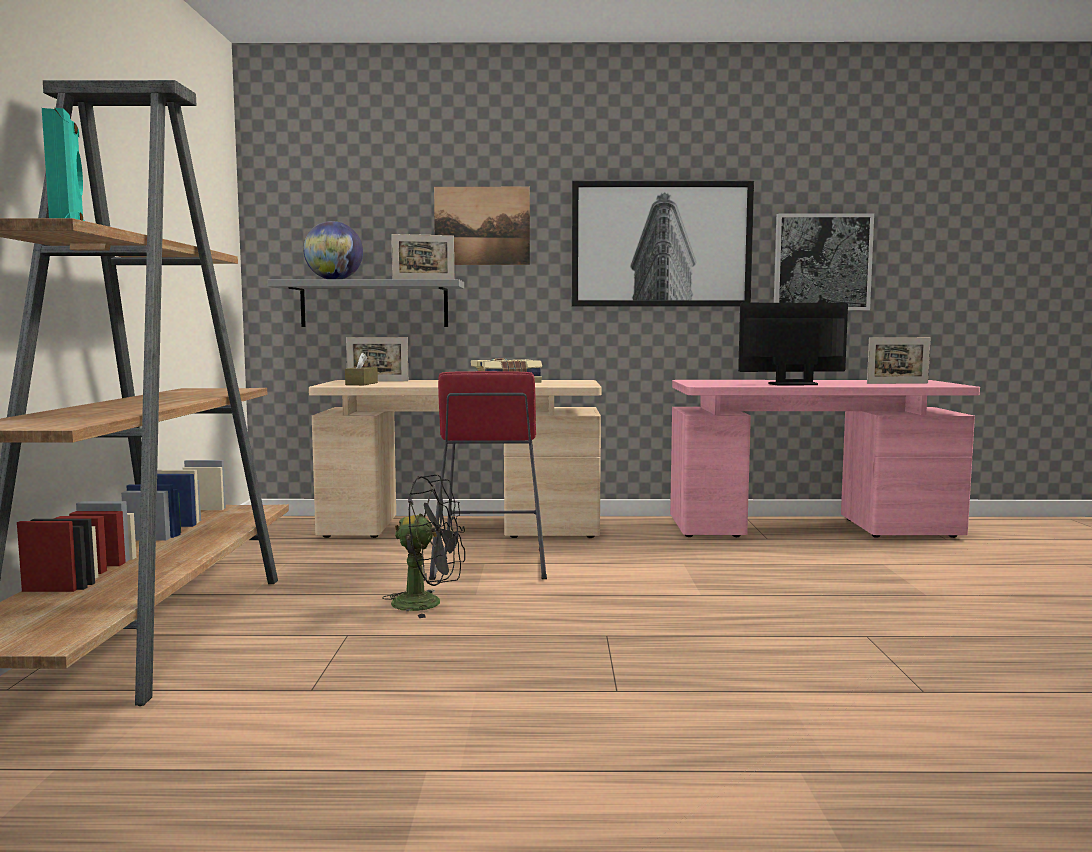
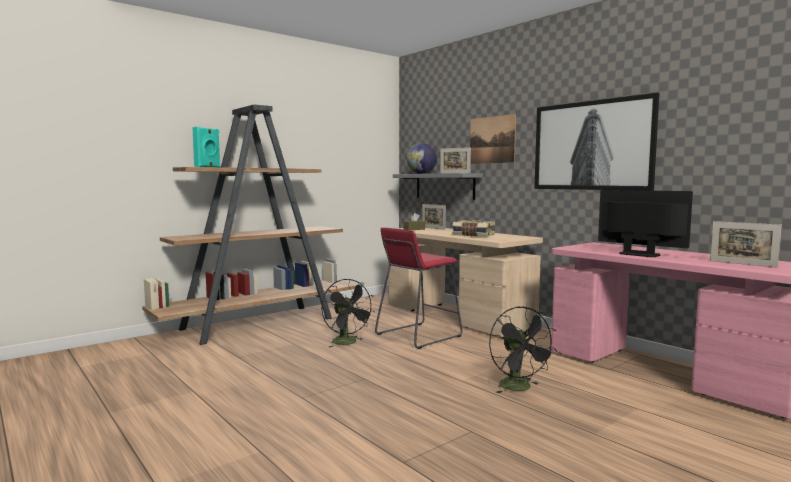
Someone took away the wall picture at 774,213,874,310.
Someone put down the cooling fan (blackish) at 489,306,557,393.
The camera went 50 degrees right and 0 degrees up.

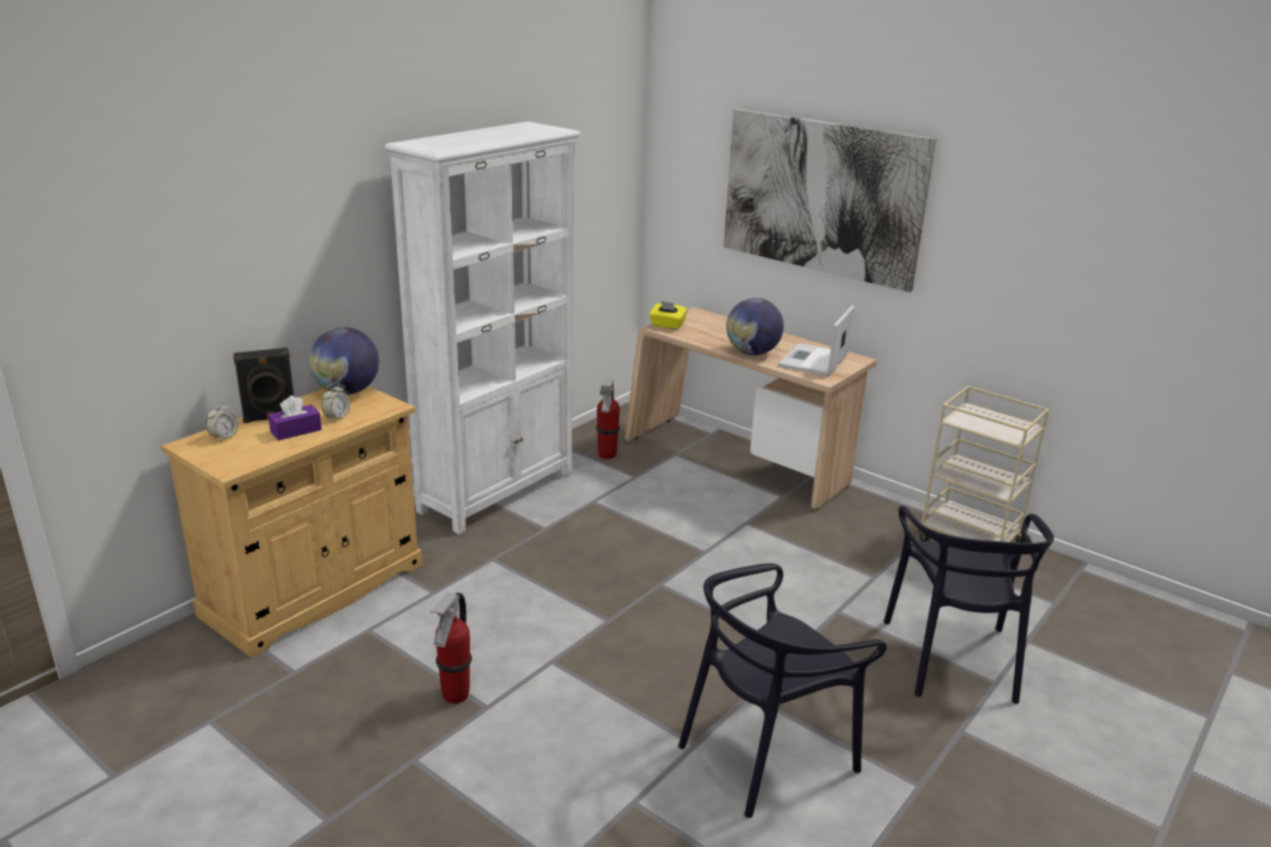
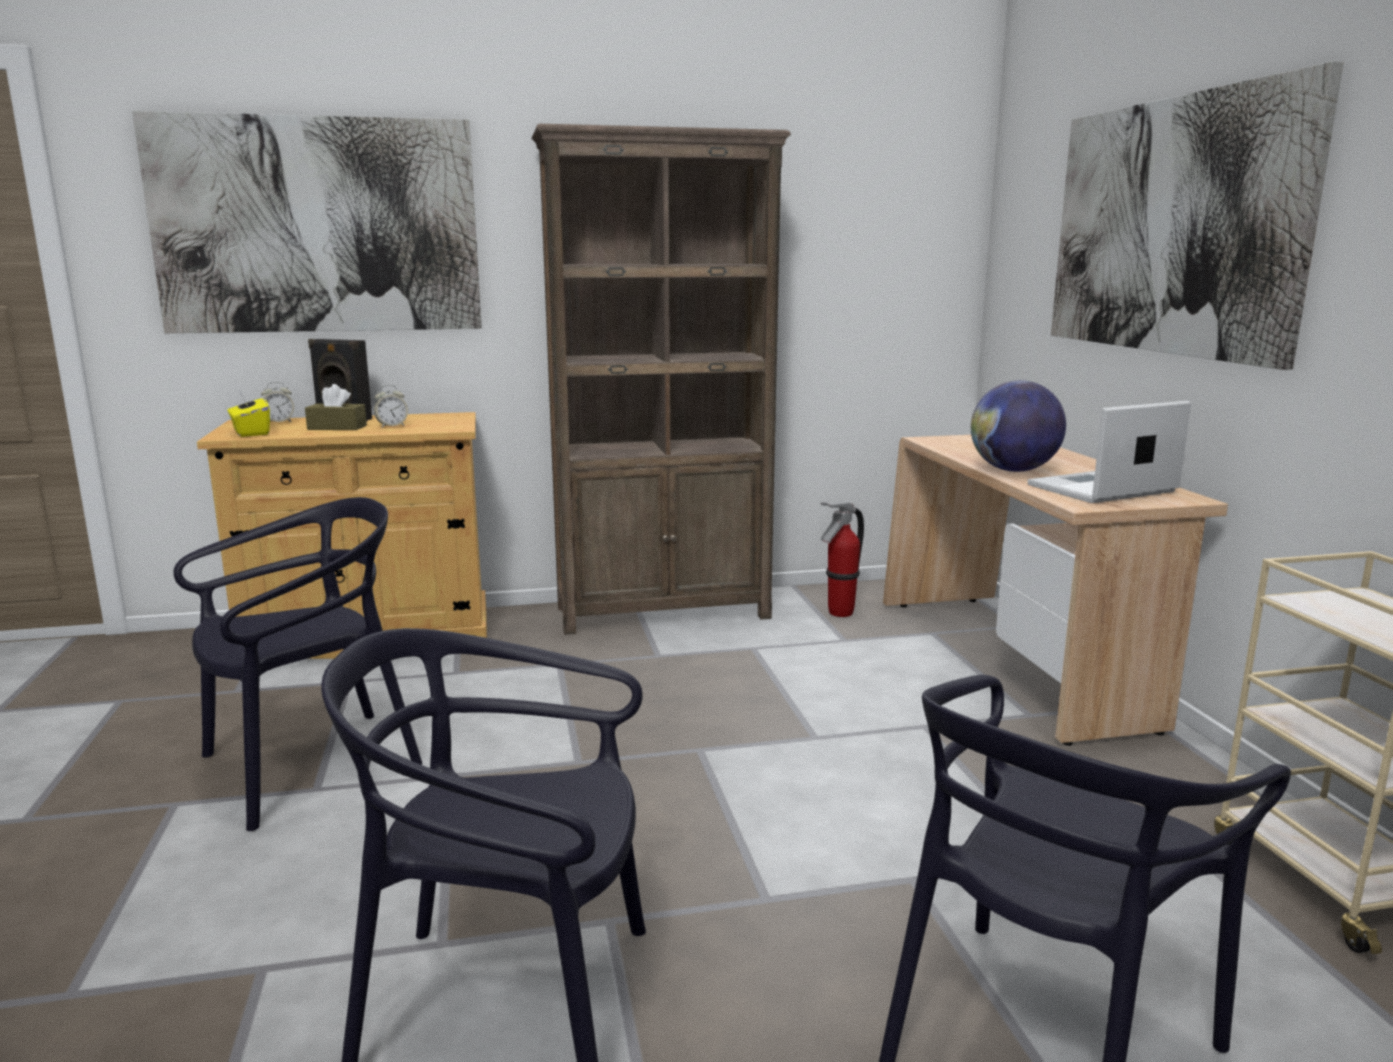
Someone repainted the shelving unit (whitish) at 384,121,581,534, which became the shelving unit (brownish) at 531,124,791,635.
Someone carried the box of tissues (yellowish) from 649,301,688,330 to 228,390,270,437.
Someone took away the world globe at 309,327,379,395.
Someone repainted the box of tissues (purple) at 268,395,322,441, which became the box of tissues (brownish) at 305,384,367,430.
Someone swapped the fire extinguisher at 430,593,472,704 for the upright chair (blackish) at 174,497,422,831.
Someone put up the wall picture at 132,111,482,333.
The camera went 40 degrees right and 10 degrees down.

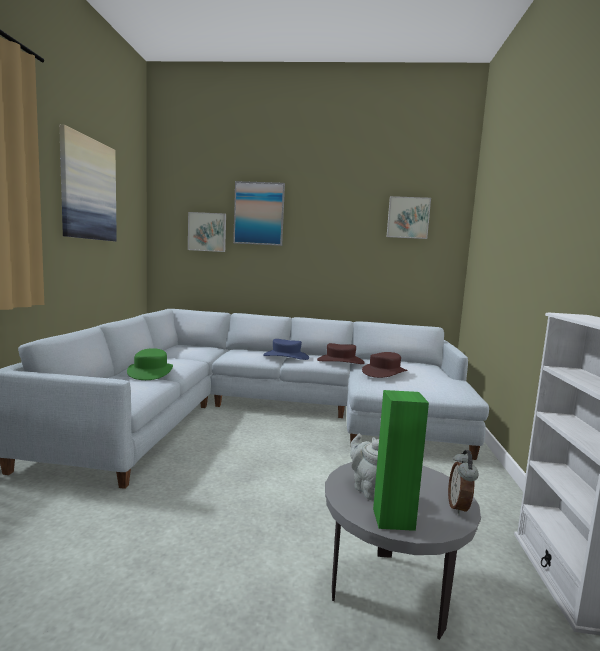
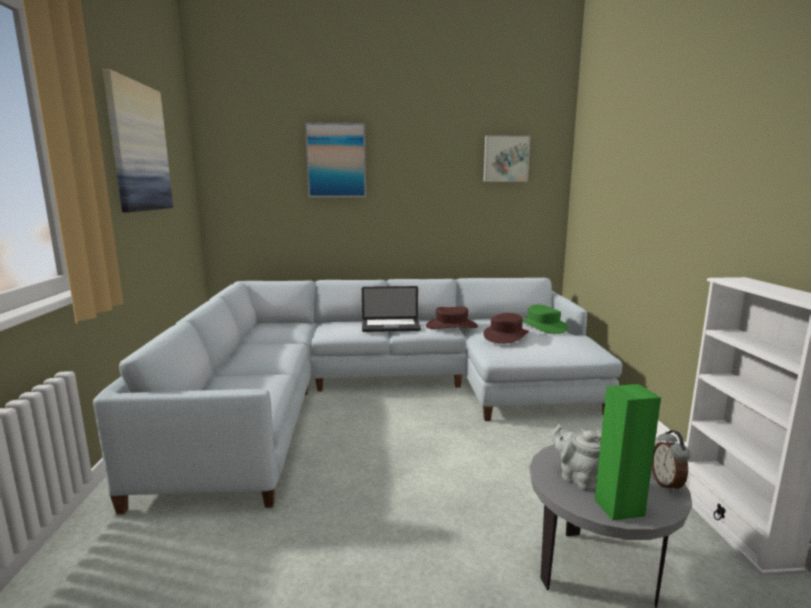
Someone took away the wall picture at 188,212,226,252.
Someone swapped the wearable hat (blue-coloured) at 263,339,309,360 for the portable computer at 362,286,421,332.
Someone carried the wearable hat (greenish) from 127,348,173,380 to 523,304,568,334.
The camera went 10 degrees left and 5 degrees up.

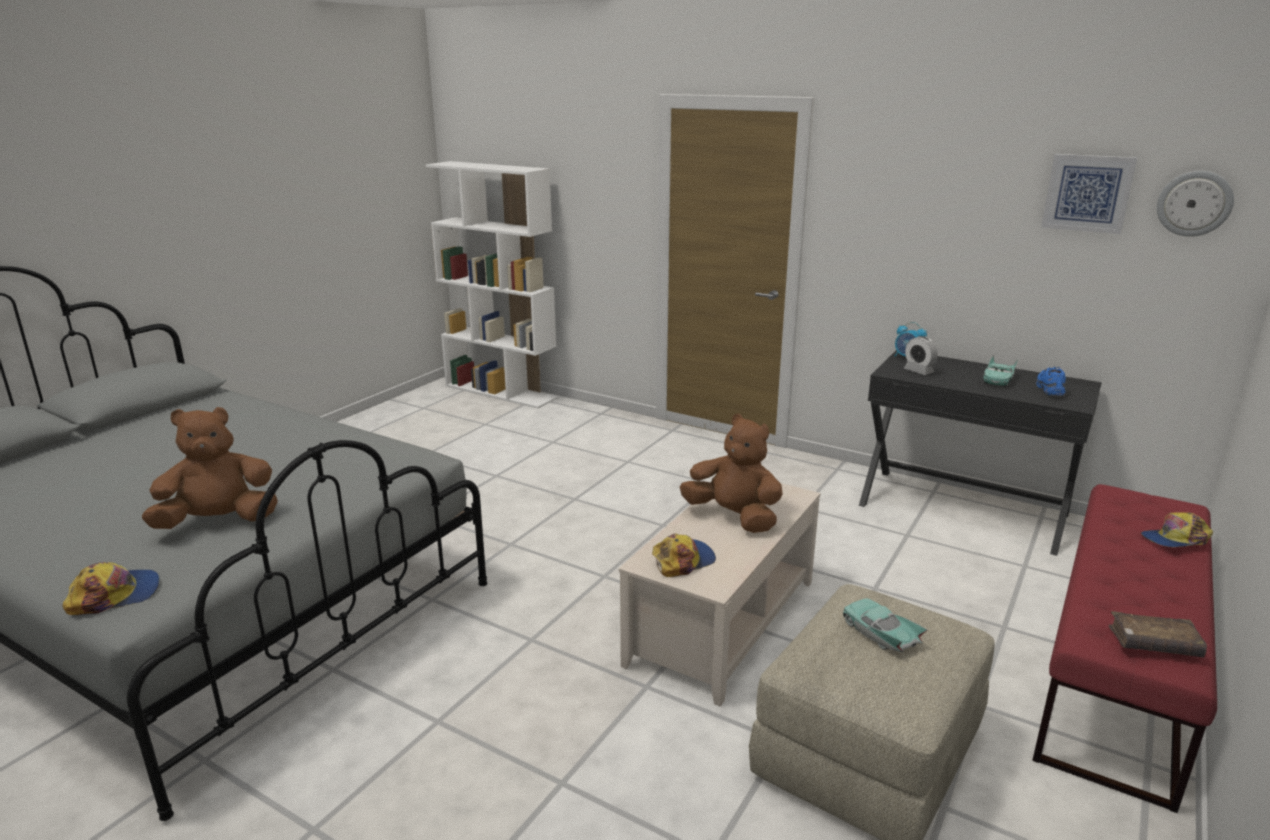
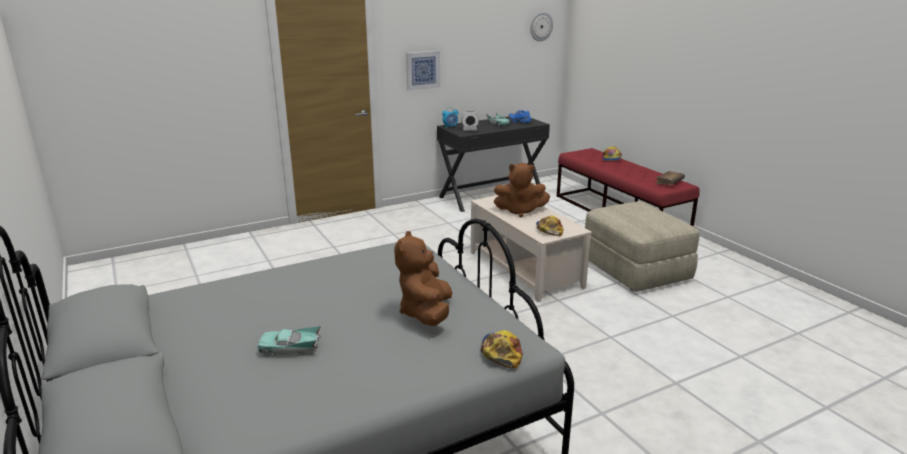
Someone carried the wall picture from 1041,154,1137,234 to 406,51,440,90.
Someone took away the shelving unit (whitish) at 426,161,558,409.
Someone rotated the cuddly toy (brownish) at 680,414,783,533 by 150 degrees counterclockwise.
Someone carried the miniature car (turquoise-coloured) from 843,598,928,652 to 257,326,321,356.
The camera went 60 degrees left and 0 degrees up.

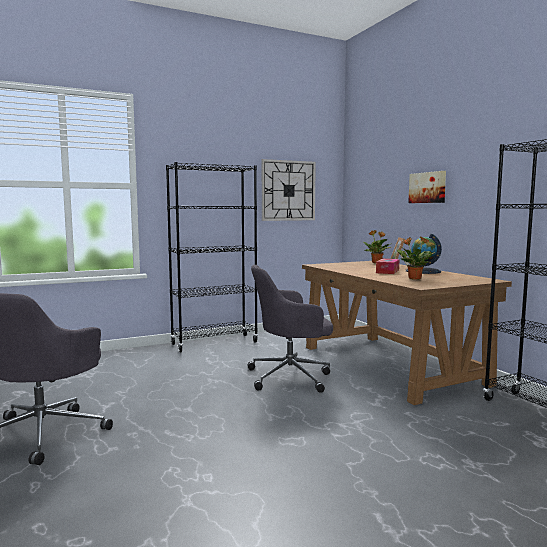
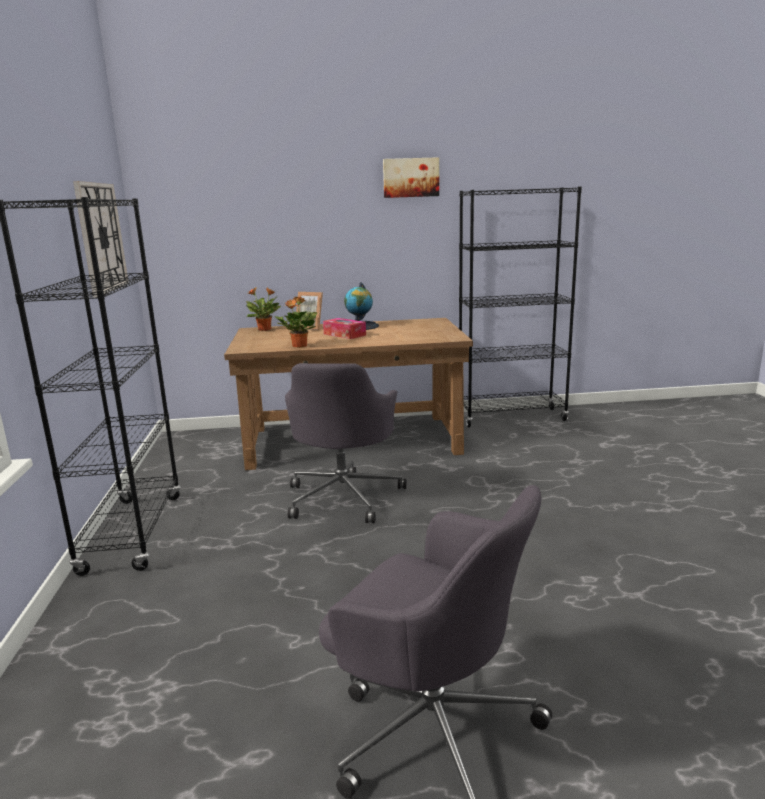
Someone carried the wall picture from 408,171,446,203 to 383,157,439,198.
Someone carried the plant in a pot from 397,236,436,280 to 274,297,317,348.
The camera went 70 degrees left and 10 degrees up.

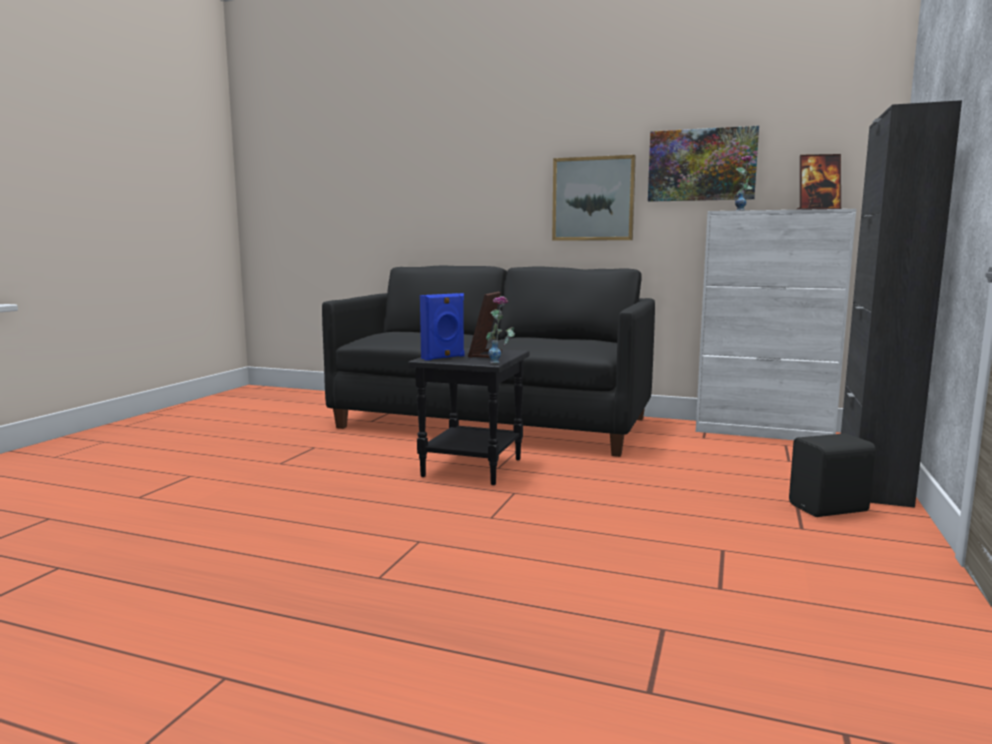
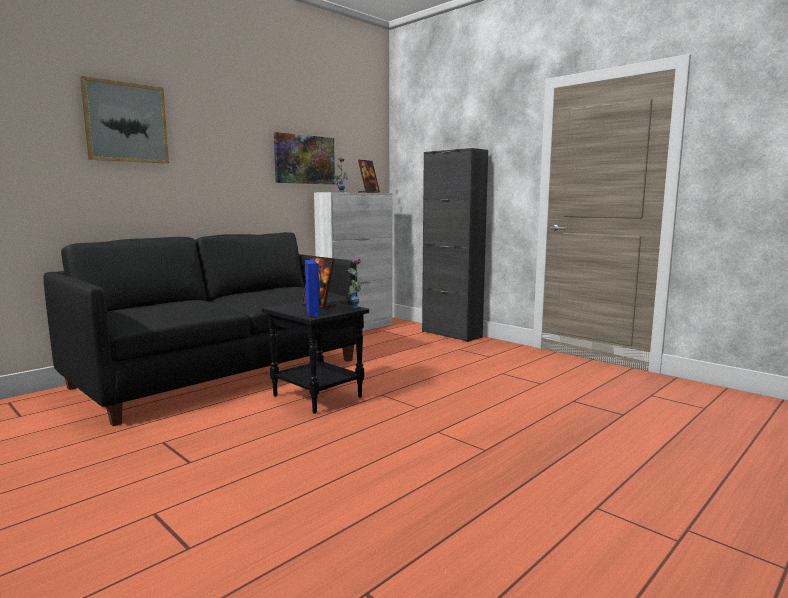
Someone carried the wall picture from 552,155,636,241 to 80,76,169,164.
Someone took away the loudspeaker (blackish) at 789,433,875,517.
The camera went 65 degrees left and 0 degrees up.

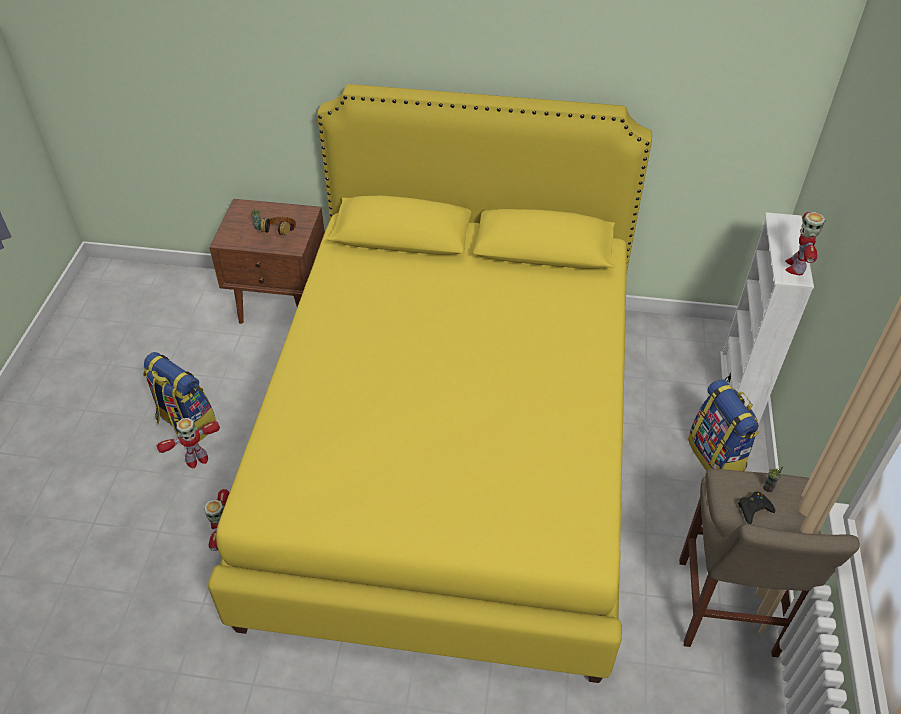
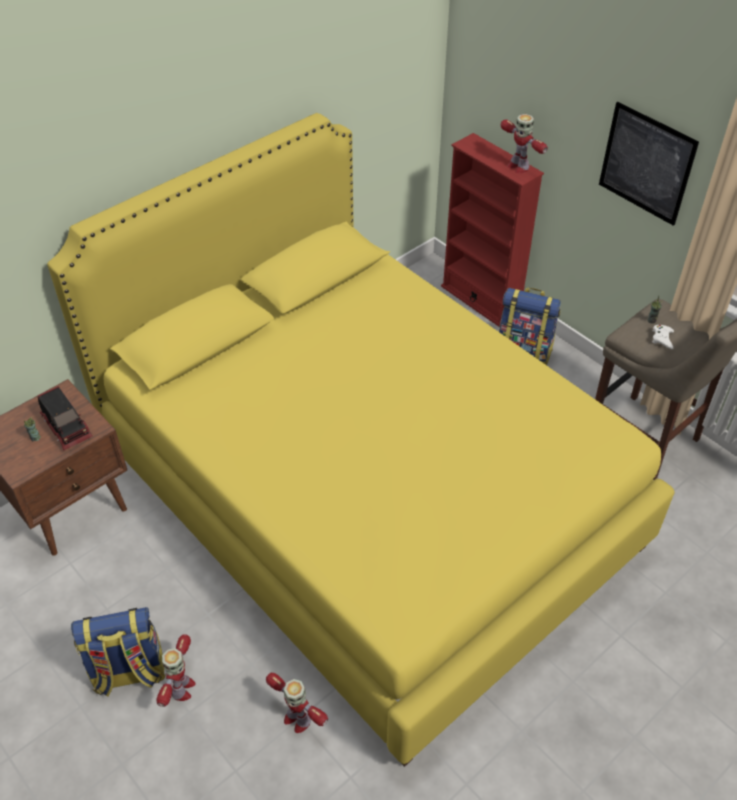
Someone repainted the shelving unit (whitish) at 720,212,814,425, which became the shelving unit (red-coloured) at 441,133,544,327.
Someone swapped the headphones at 261,217,296,235 for the model truck at 38,386,93,450.
Someone repainted the joypad (blackish) at 738,492,775,524, which became the joypad (whitish) at 652,325,674,349.
Someone put up the wall picture at 599,102,699,226.
The camera went 50 degrees left and 0 degrees up.

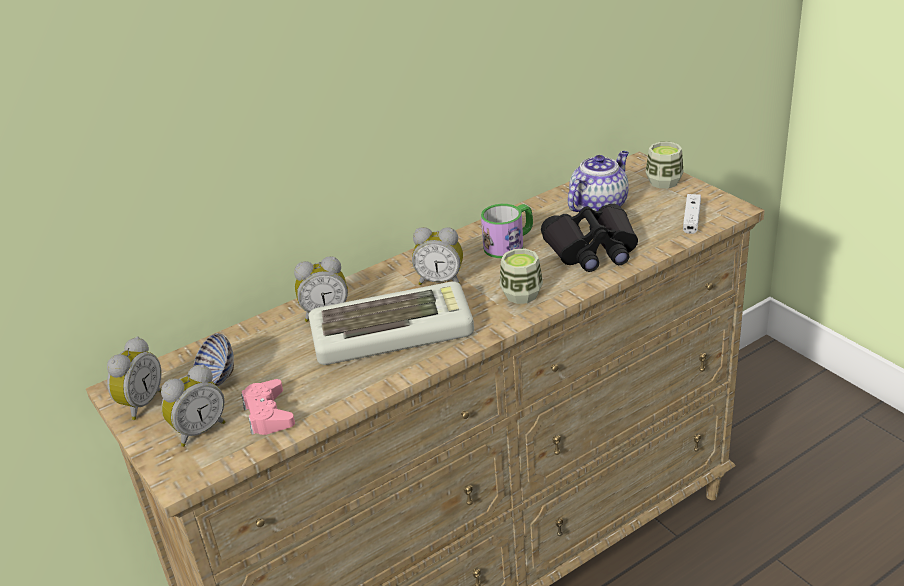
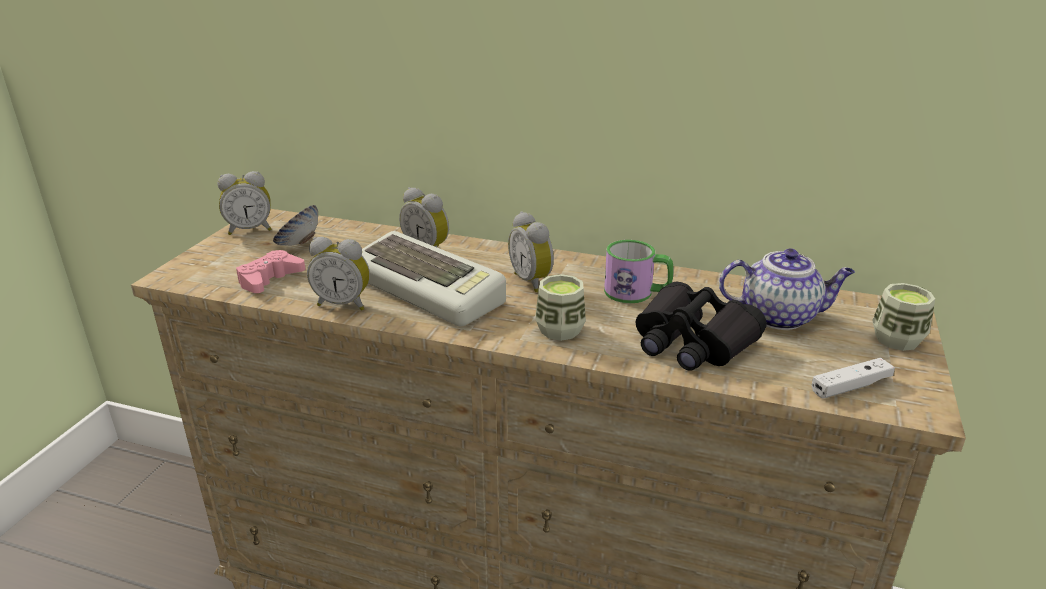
Someone carried the alarm clock from 161,364,225,447 to 307,237,370,311.
The camera went 50 degrees right and 5 degrees down.

